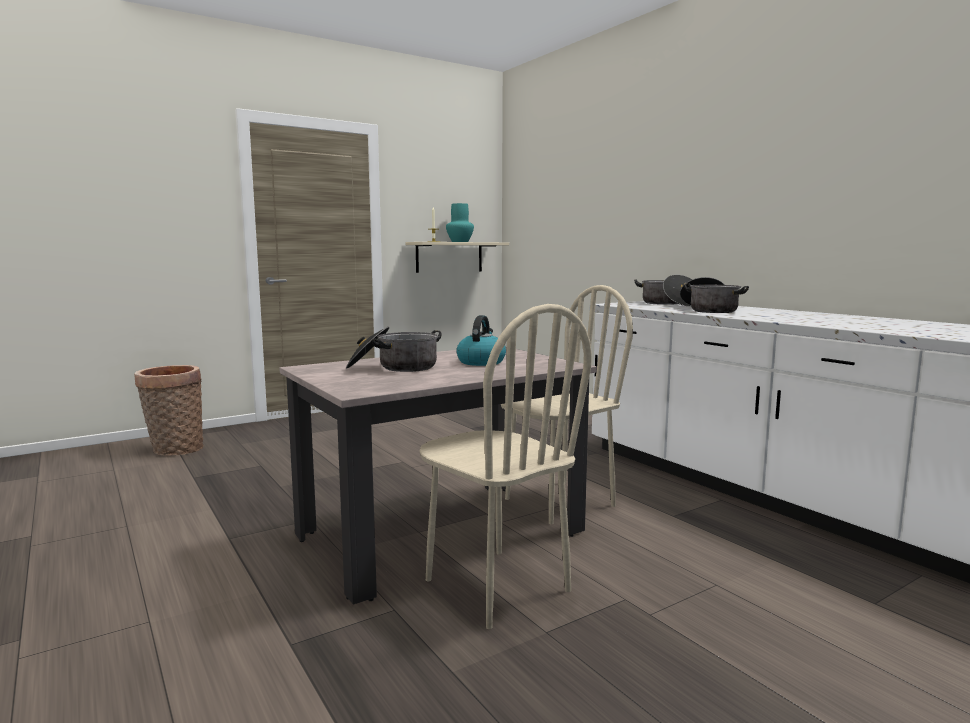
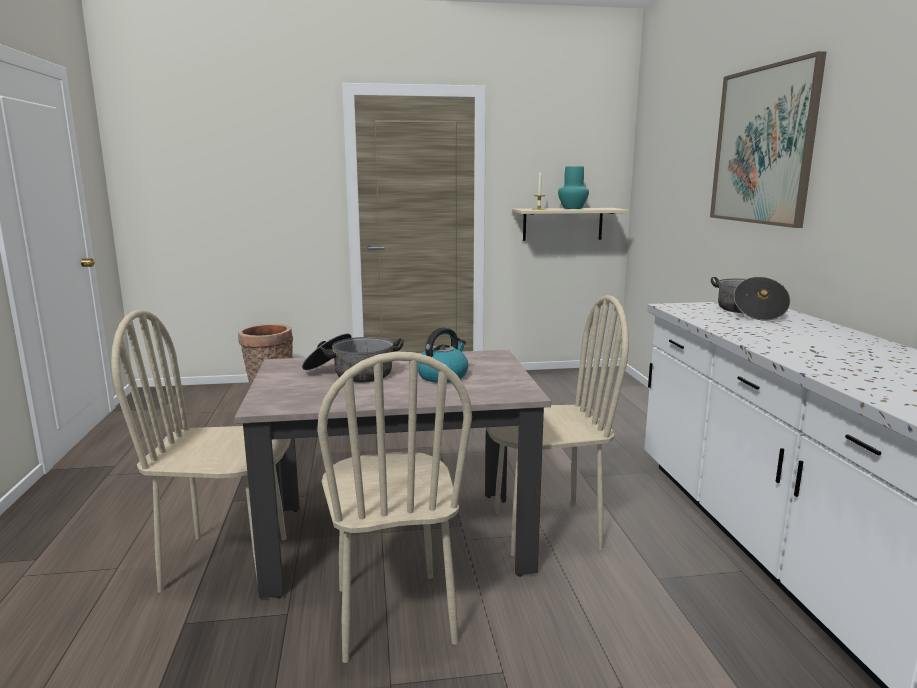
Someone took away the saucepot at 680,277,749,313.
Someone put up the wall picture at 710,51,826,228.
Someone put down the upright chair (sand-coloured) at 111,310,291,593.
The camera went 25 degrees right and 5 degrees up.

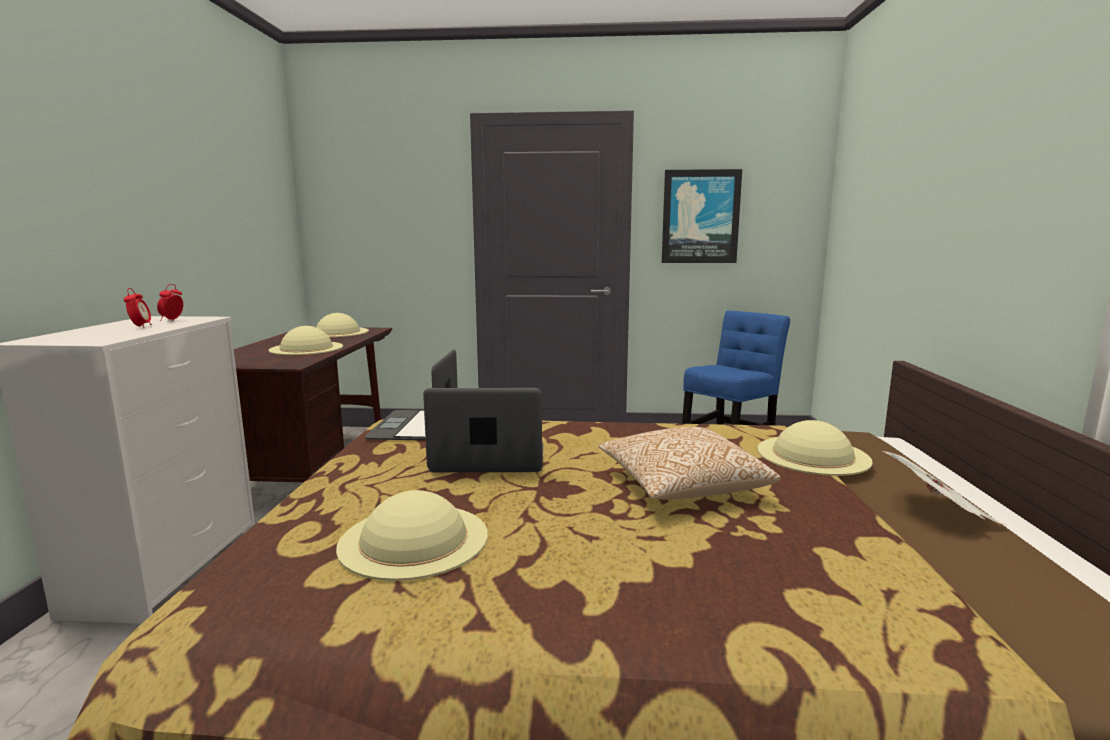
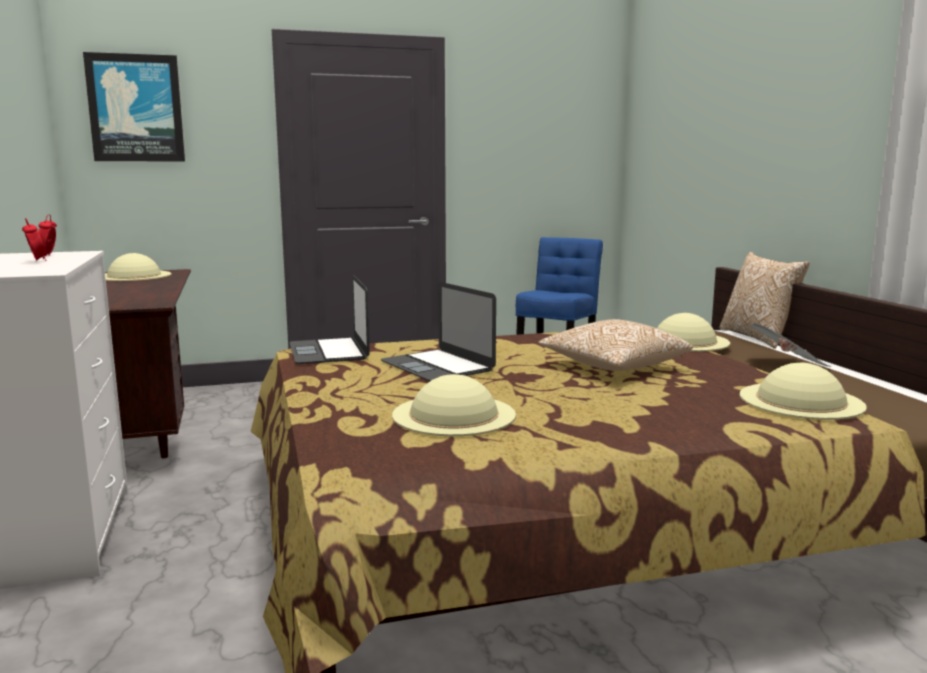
Someone carried the wall picture from 662,169,742,263 to 83,52,185,161.
Someone carried the wearable hat (sand-coloured) from 269,326,343,355 to 740,363,867,420.
Someone rotated the portable computer at 423,388,544,472 by 105 degrees counterclockwise.
Someone put down the cushion at 719,252,810,349.
The camera went 20 degrees left and 0 degrees up.

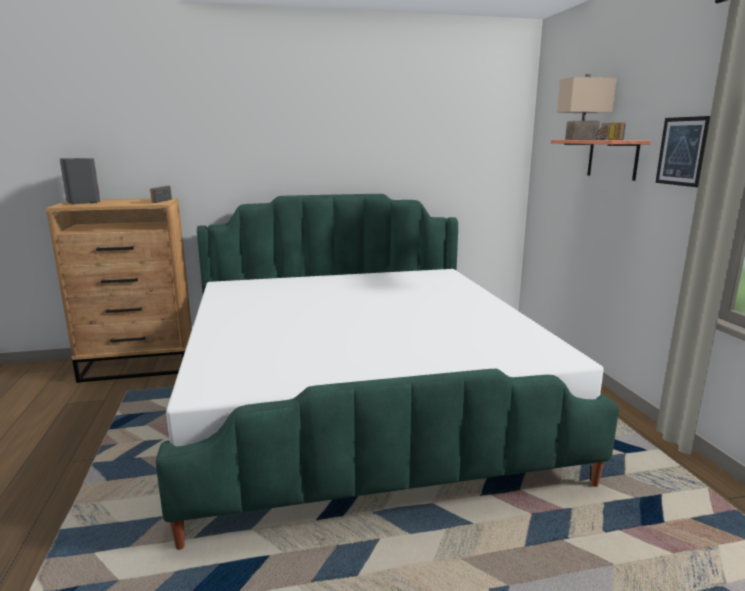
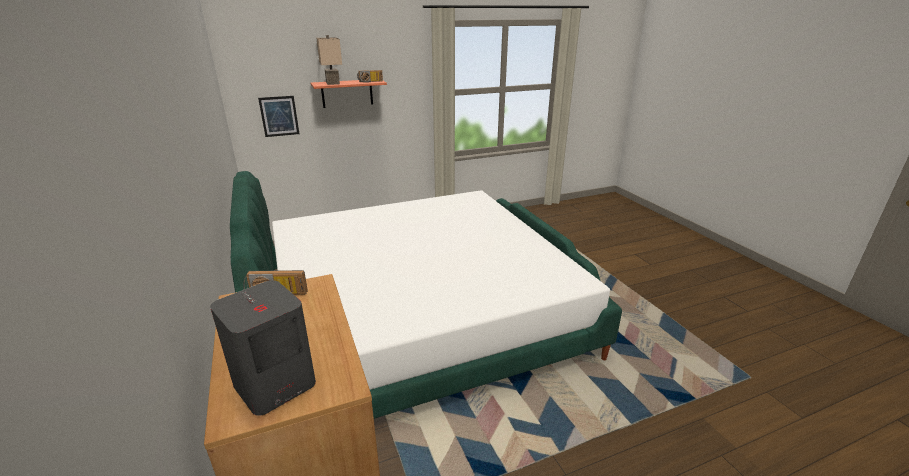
Someone carried the wall picture from 655,116,710,187 to 258,96,299,137.
The camera went 100 degrees left and 10 degrees up.

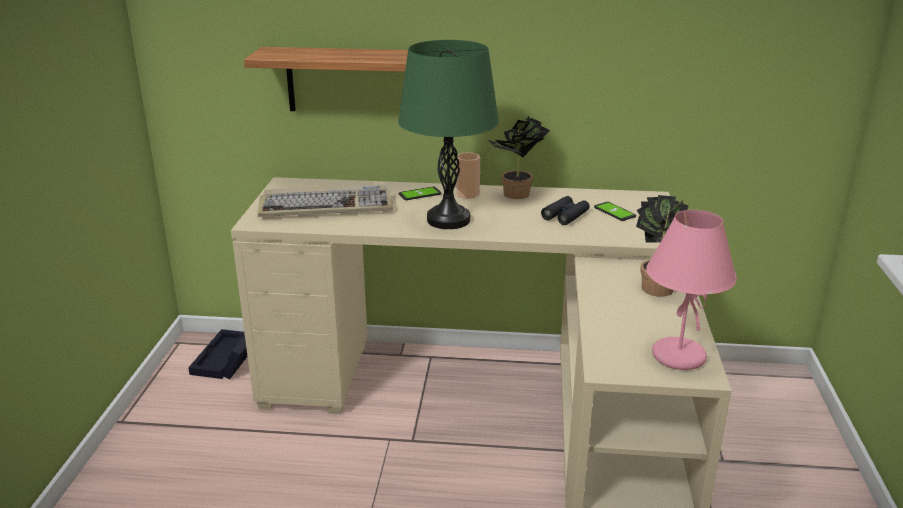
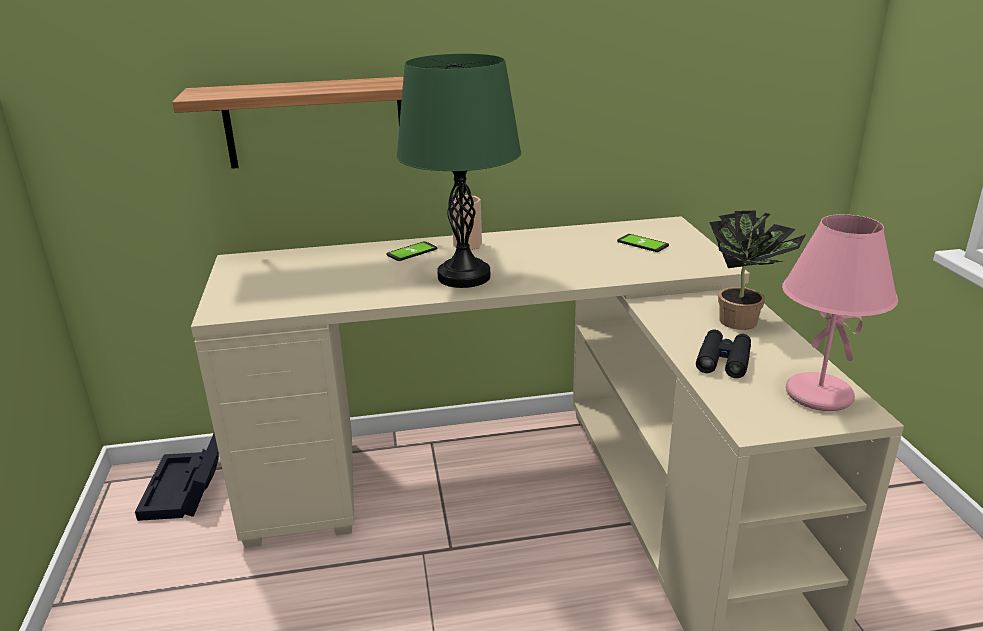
Someone took away the plant in a pot at 488,116,550,199.
Someone took away the keyboard at 258,184,393,217.
Someone carried the pair of binoculars (blackish) from 541,196,590,225 to 696,330,751,378.
The camera went 15 degrees left and 0 degrees up.

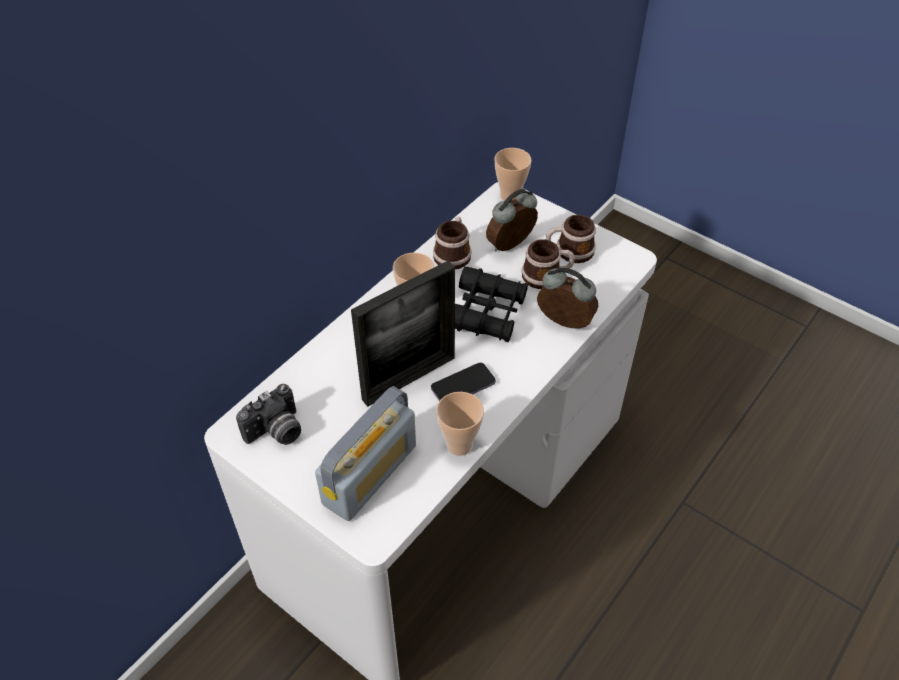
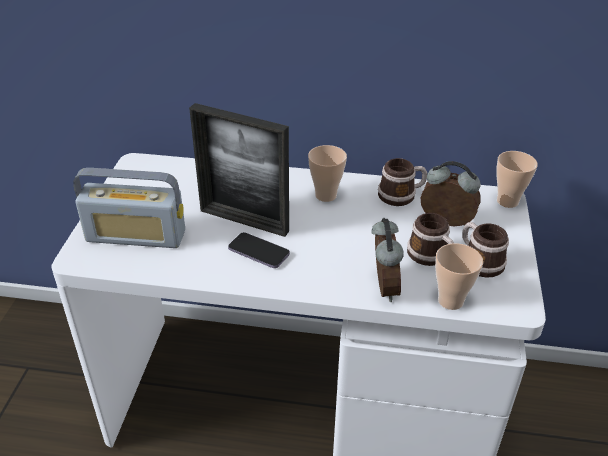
Someone took away the pair of binoculars (blackish) at 455,267,528,342.
Someone took away the still camera at 236,384,301,445.
Someone carried the cup from 436,392,484,456 to 435,243,483,310.
The camera went 60 degrees right and 10 degrees down.

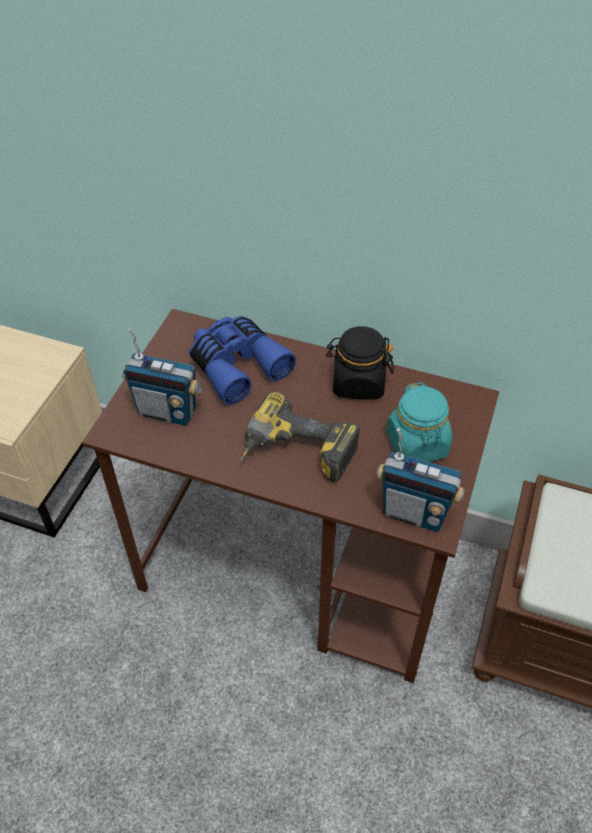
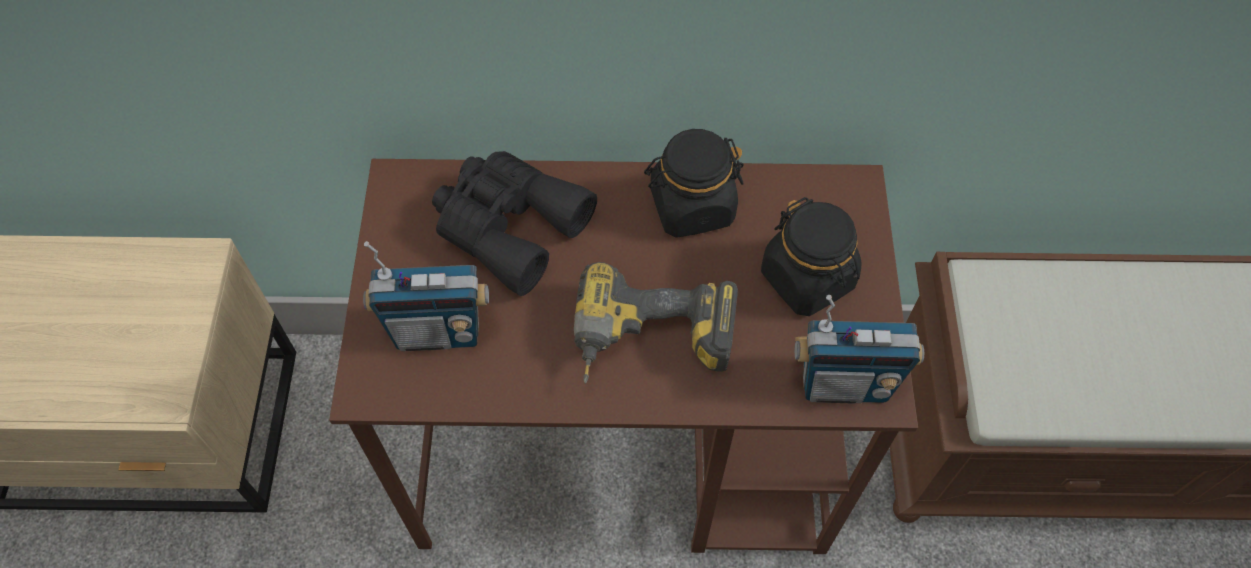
Someone repainted the pair of binoculars (blue-coloured) at 189,316,296,405, which became the pair of binoculars (blackish) at 432,151,597,296.
Someone repainted the preserve jar (turquoise-coloured) at 386,382,452,462, which became the preserve jar (blackish) at 761,197,862,316.
The camera went 20 degrees left and 10 degrees up.

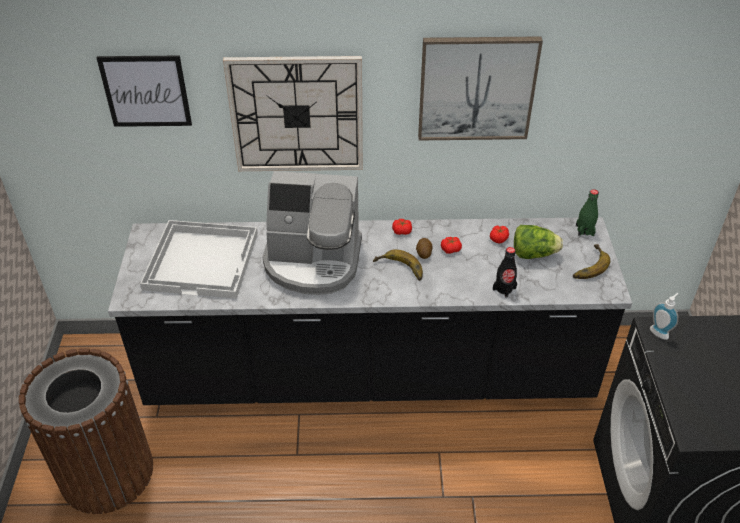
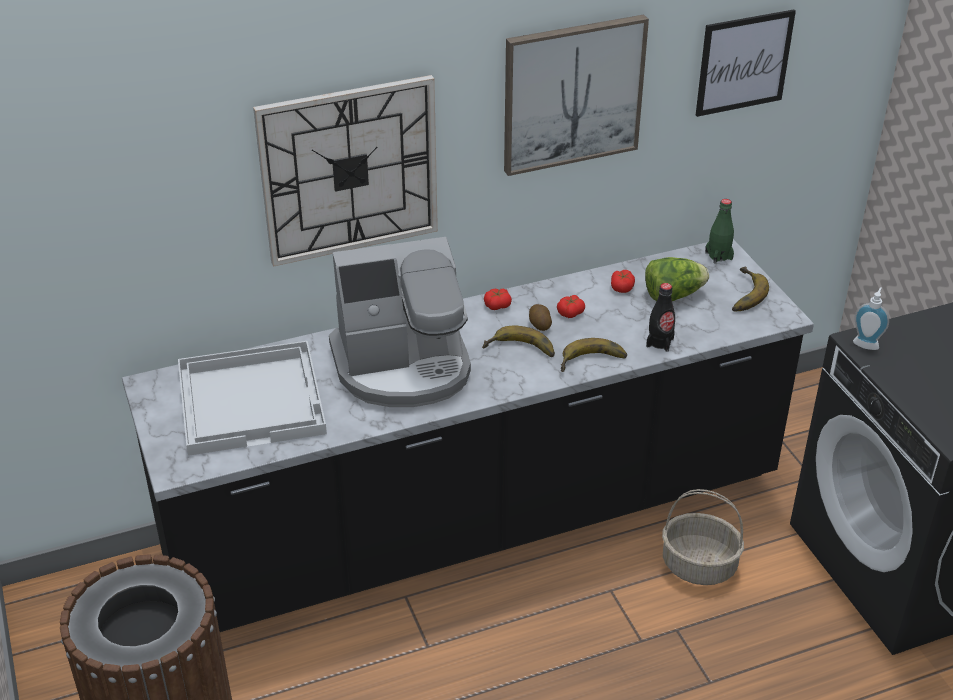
Someone carried the wall picture from 97,56,192,127 to 696,9,796,117.
Someone put down the whole banana at 561,338,627,372.
Someone put down the basket at 662,489,744,585.
The camera went 20 degrees left and 5 degrees down.

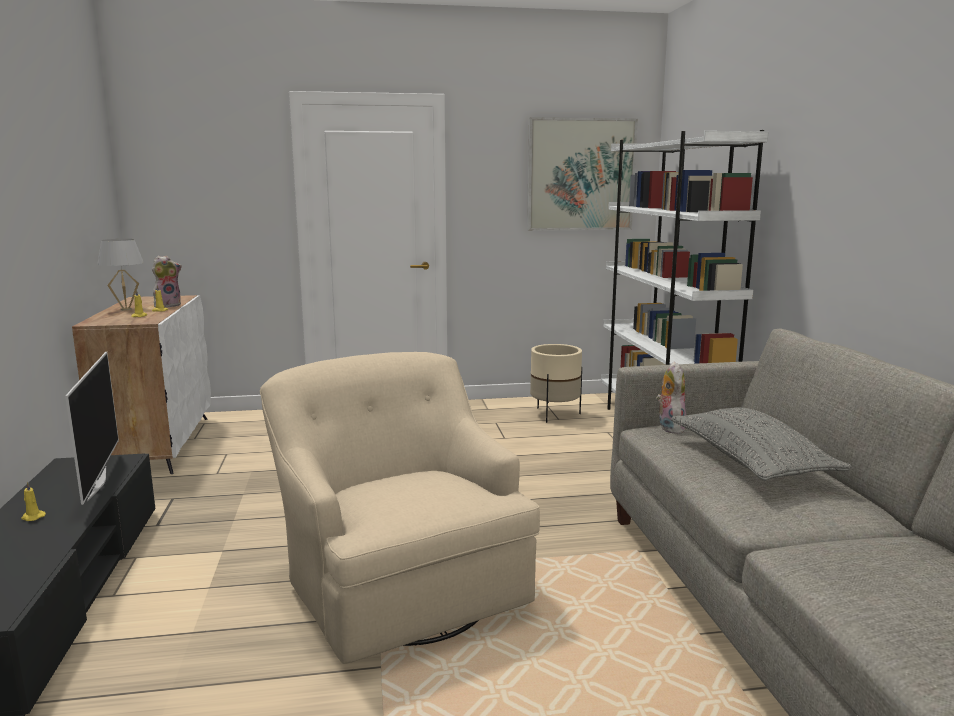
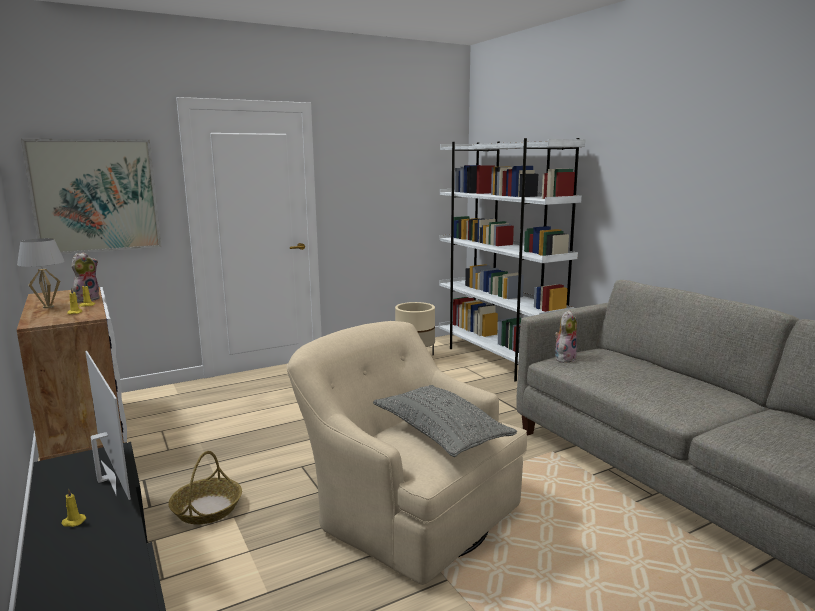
Someone carried the wall picture from 527,117,638,231 to 21,139,162,254.
Someone rotated the cuddly toy at 656,361,686,434 by 60 degrees clockwise.
Someone carried the cushion (grey) from 671,407,852,481 to 373,385,517,457.
Someone put down the basket at 168,451,242,524.
The camera went 20 degrees left and 0 degrees up.

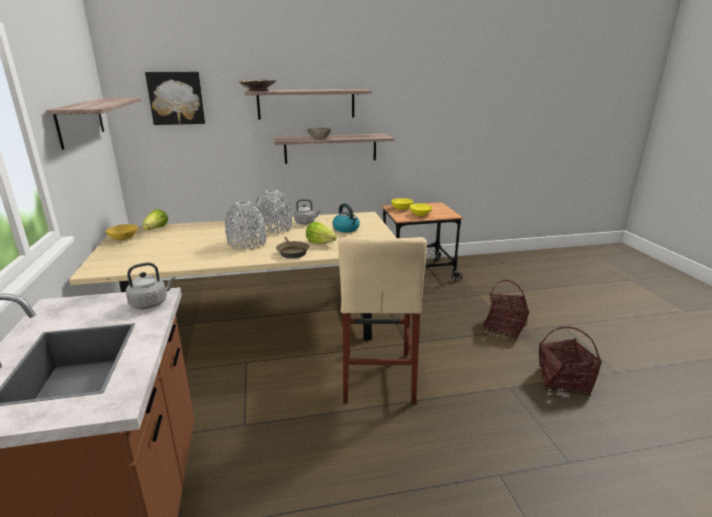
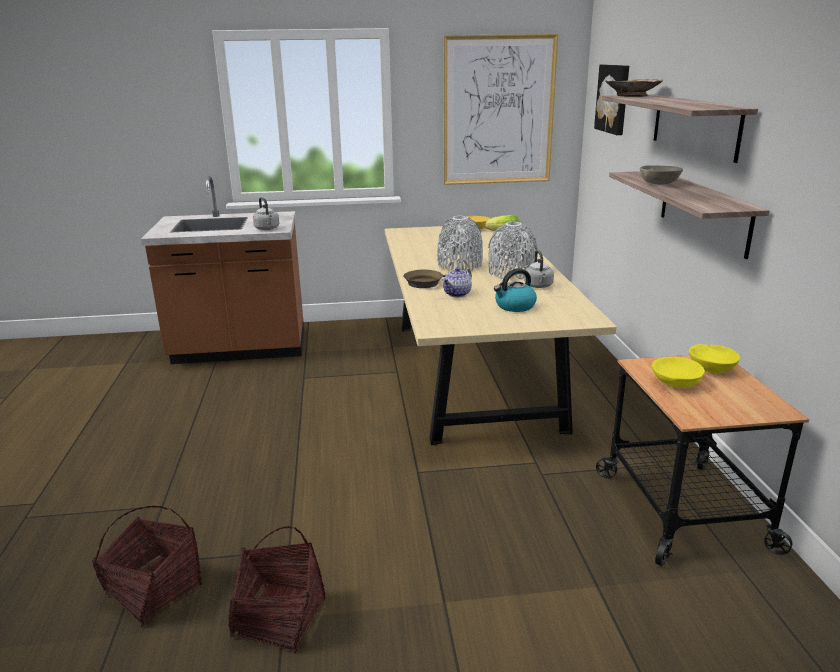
Someone swapped the shelf at 46,98,141,150 for the wall picture at 443,34,558,185.
Someone swapped the lettuce at 306,222,337,244 for the teapot at 443,267,472,297.
Someone took away the sitting stool (sand-coloured) at 338,237,427,404.
Someone carried the basket from 483,280,529,339 to 92,506,202,626.
The camera went 95 degrees right and 0 degrees up.

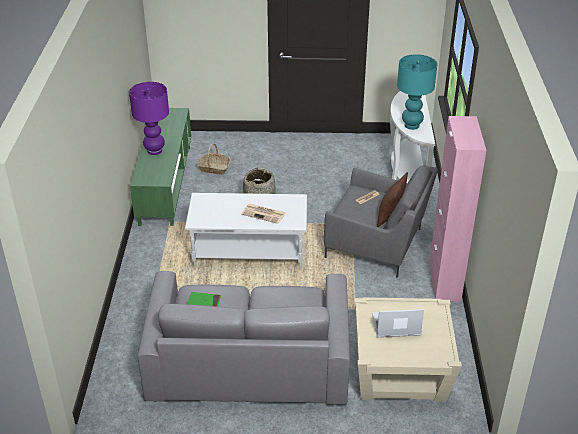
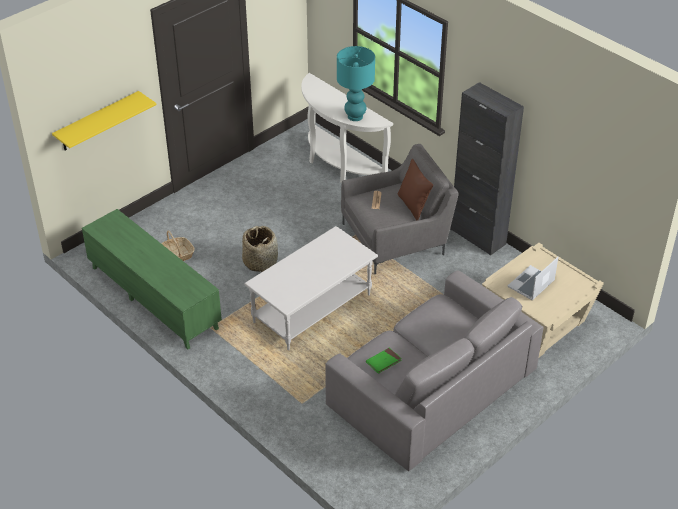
Someone took away the table lamp (purple) at 129,82,169,155.
Someone repainted the cupboard (pinkish) at 429,116,486,302, which became the cupboard (blackish) at 450,82,524,256.
Someone took away the newspaper at 241,204,286,224.
Someone put up the shelf (yellowish) at 52,91,157,150.
The camera went 45 degrees left and 5 degrees up.

